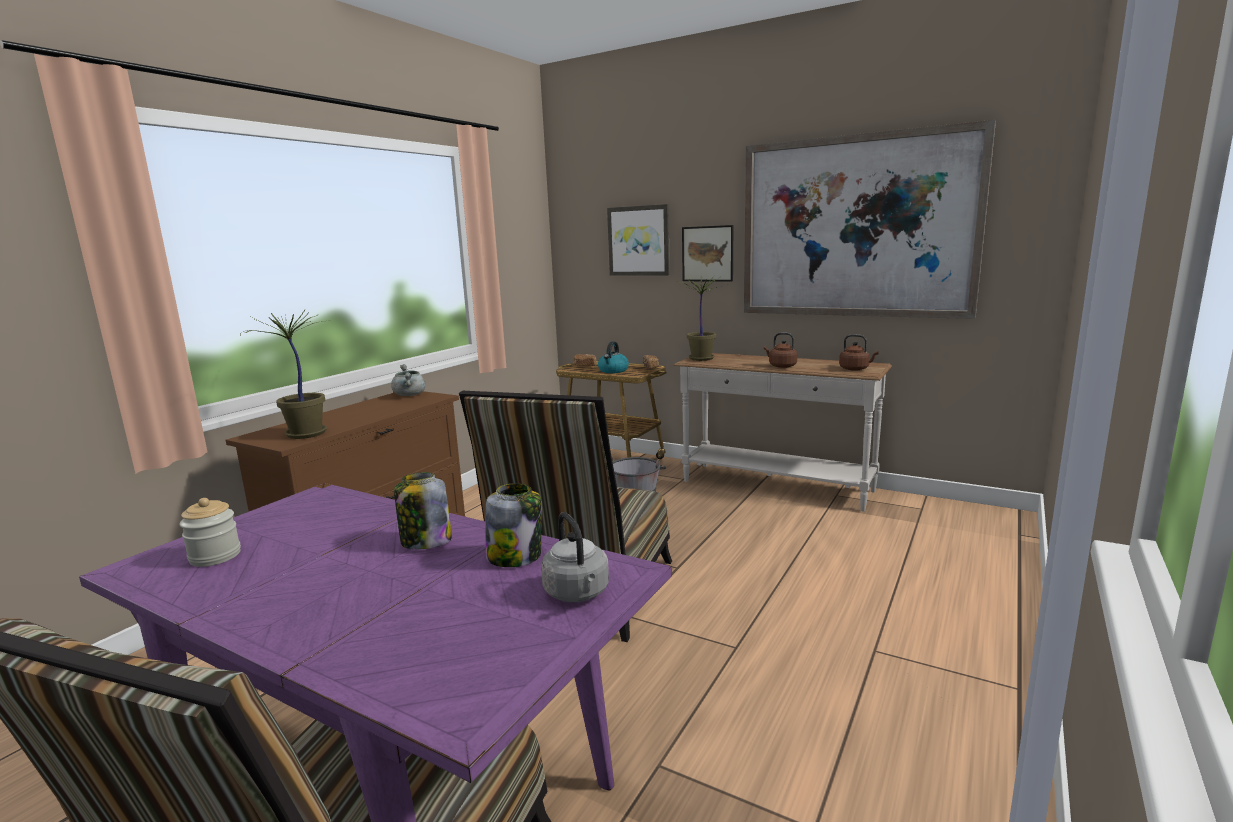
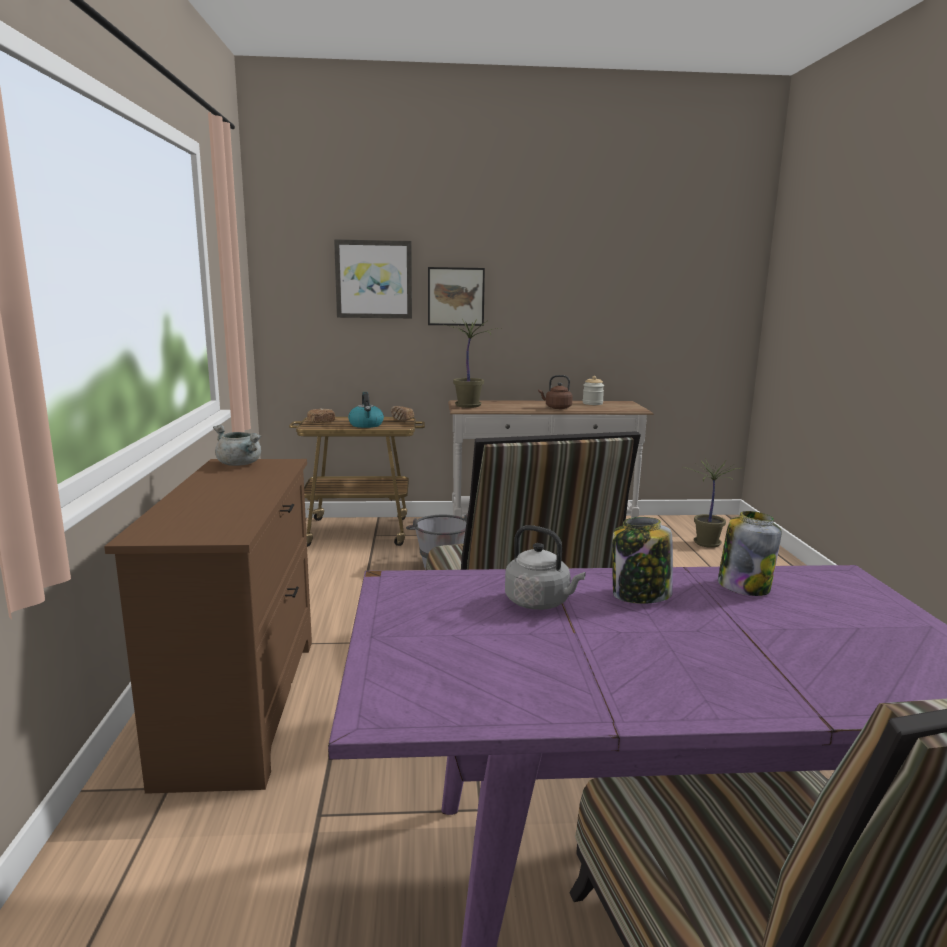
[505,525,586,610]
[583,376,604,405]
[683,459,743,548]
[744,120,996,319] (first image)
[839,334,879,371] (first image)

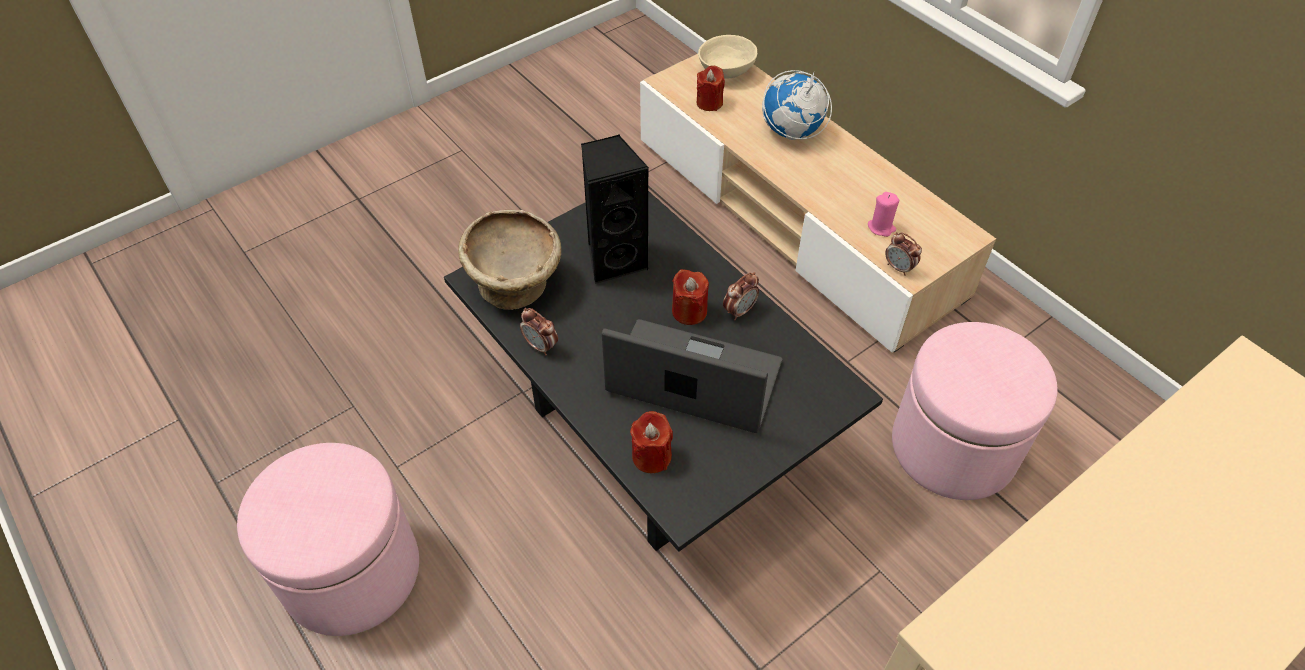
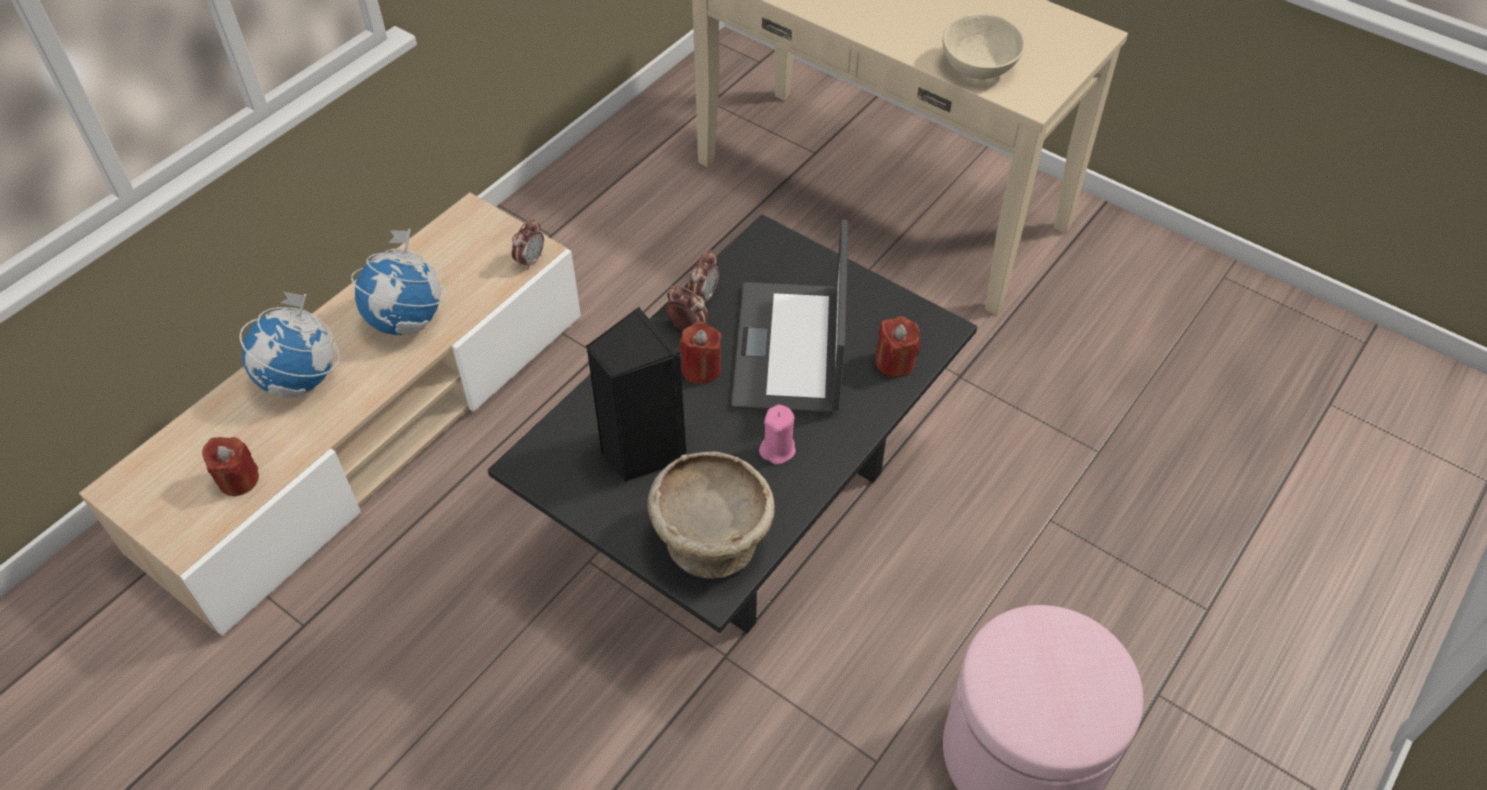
[351,229,446,336]
[688,250,719,302]
[759,404,796,465]
[943,13,1025,79]
[892,322,1058,500] (first image)

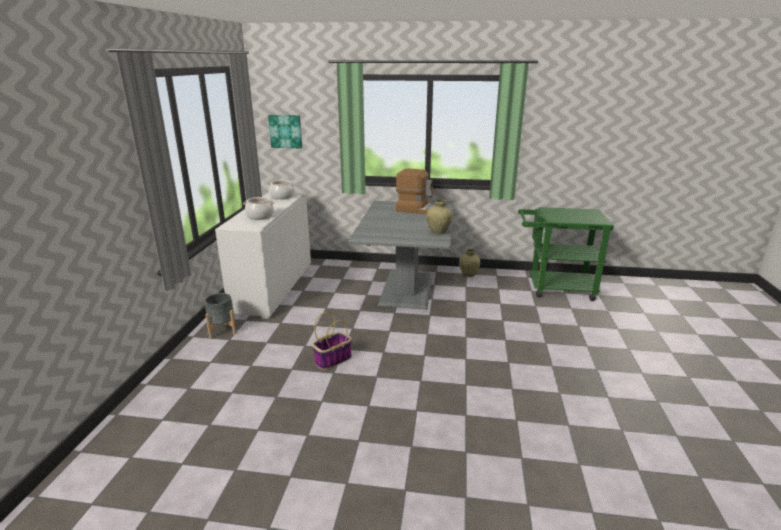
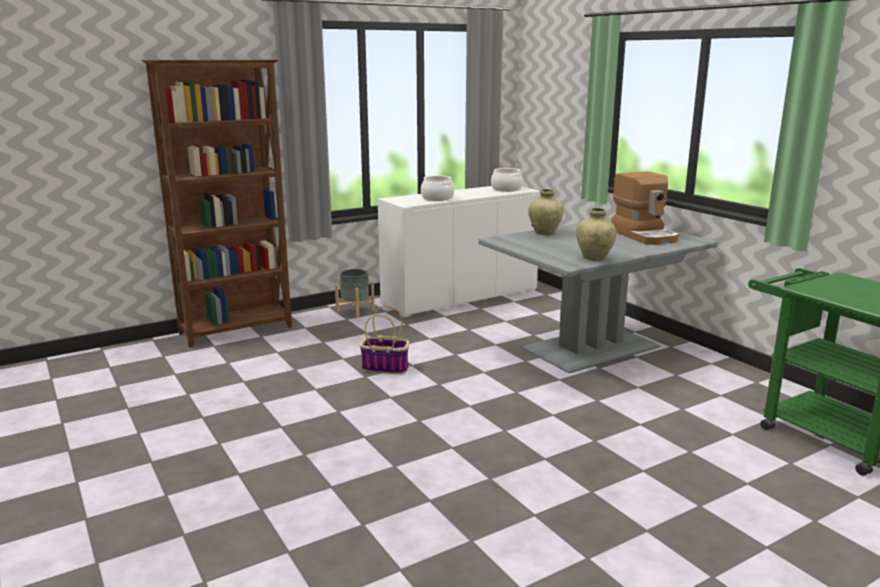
[141,59,292,348]
[528,189,564,235]
[268,115,302,148] (first image)

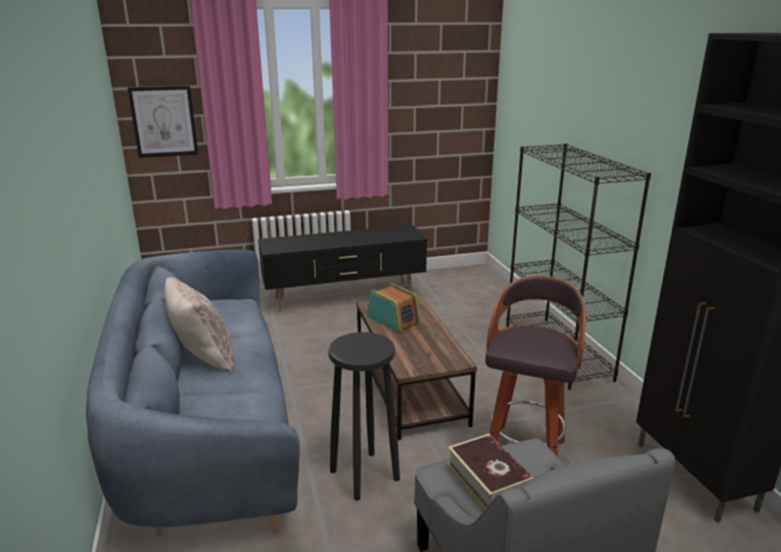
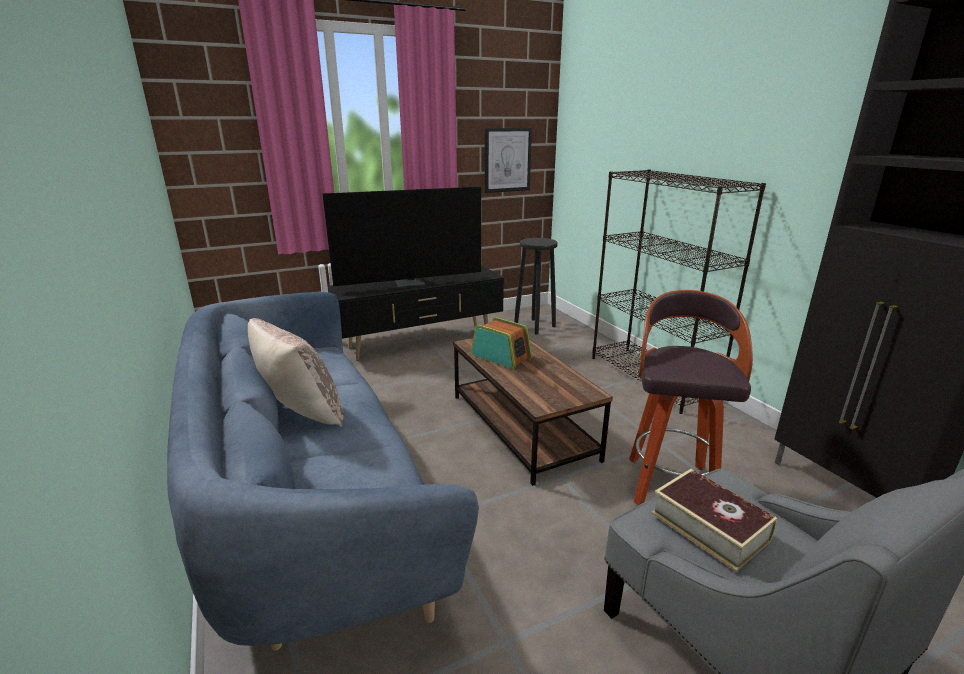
[322,187,481,287]
[485,128,532,193]
[514,238,558,335]

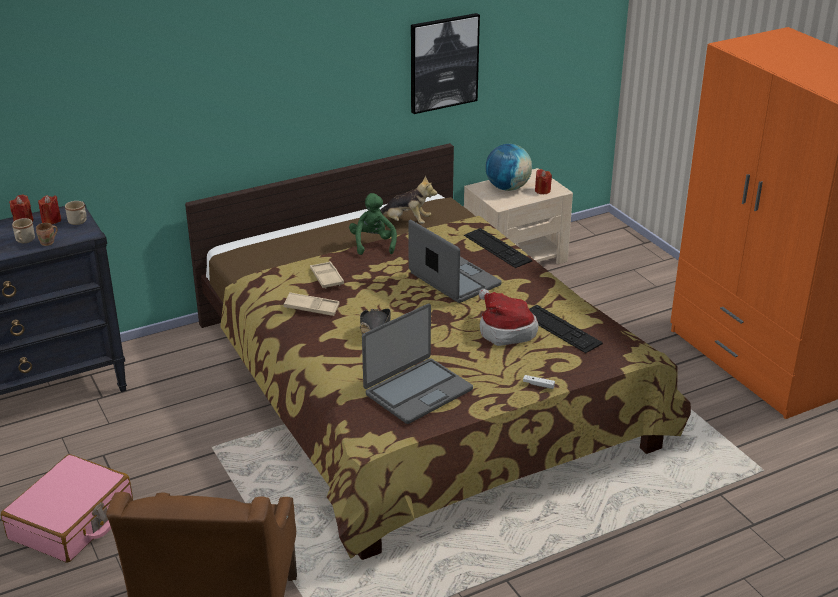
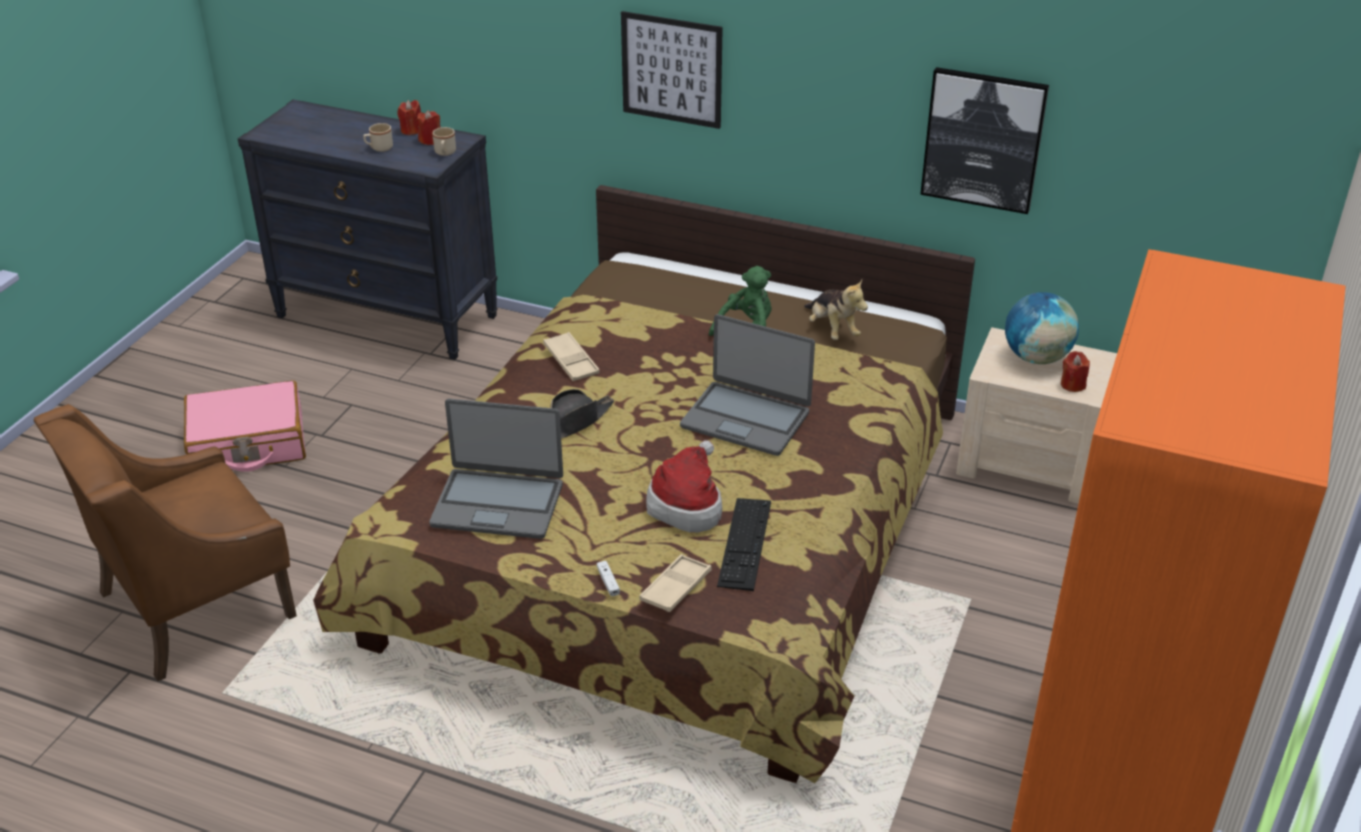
[621,11,723,129]
[639,554,712,612]
[680,314,815,456]
[36,223,58,246] (first image)
[464,228,532,268] (first image)

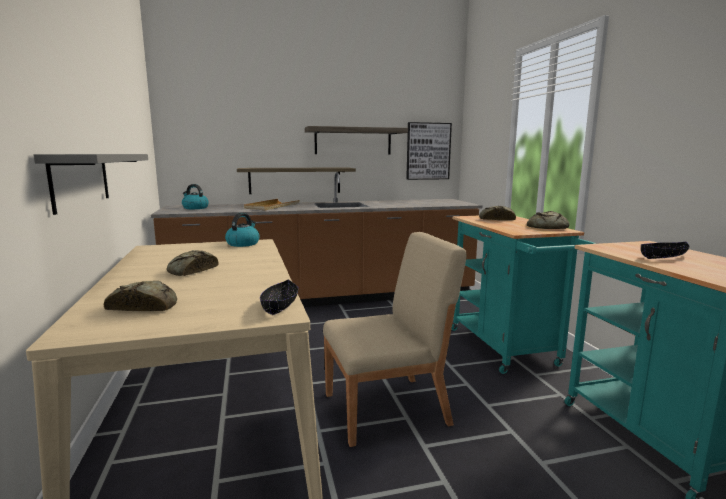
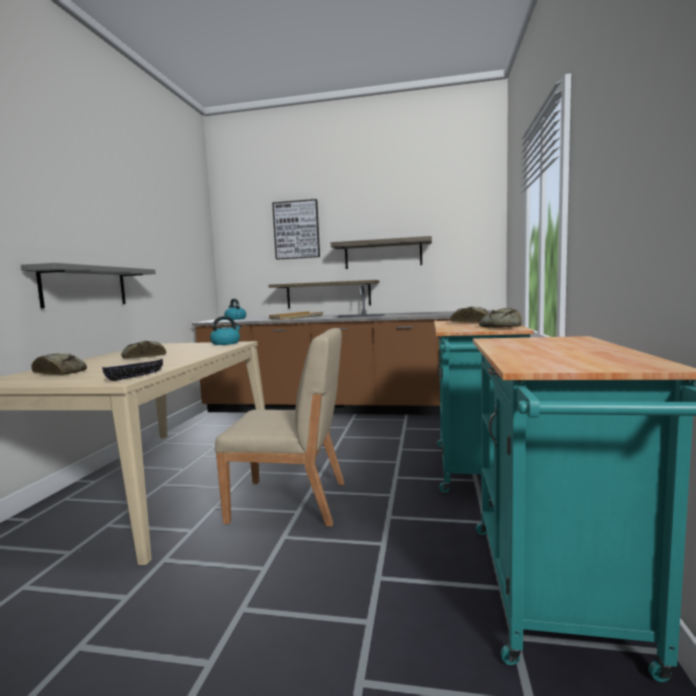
[272,199,320,260]
[641,241,690,259] (first image)

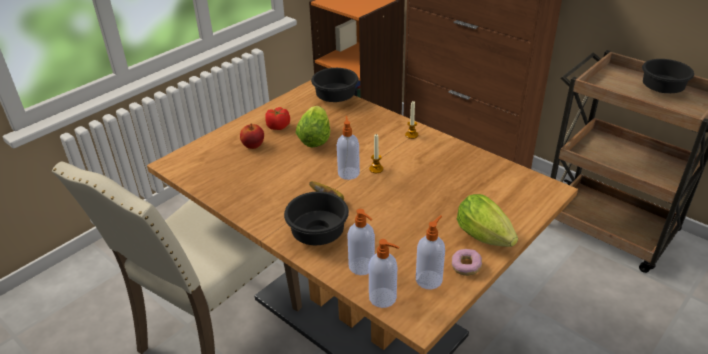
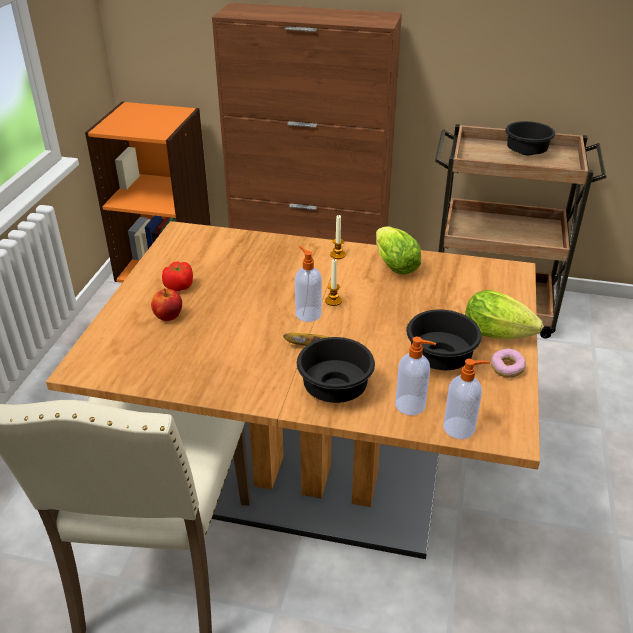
[376,227,421,275]
[406,309,482,370]
[416,215,445,289] (first image)

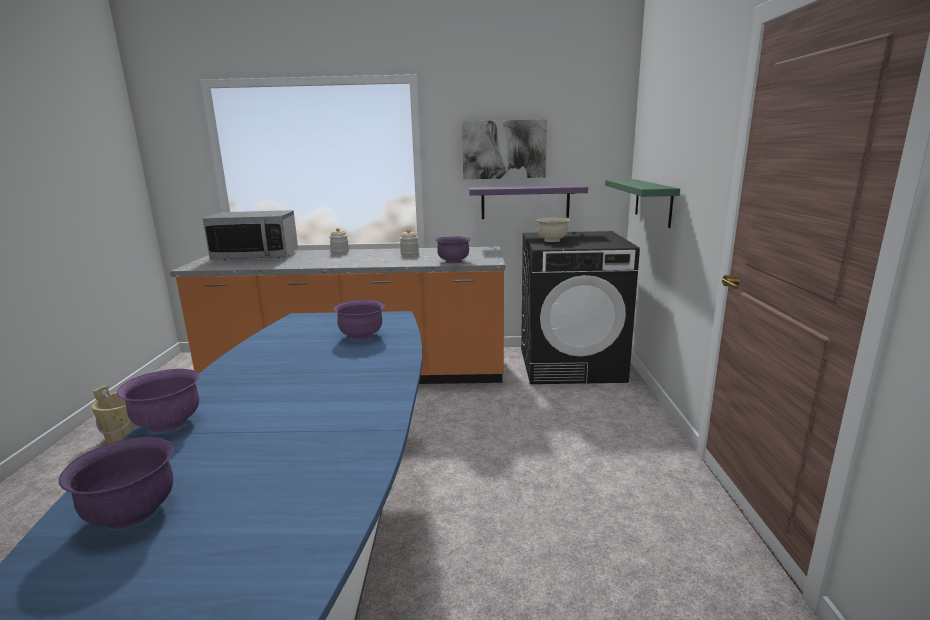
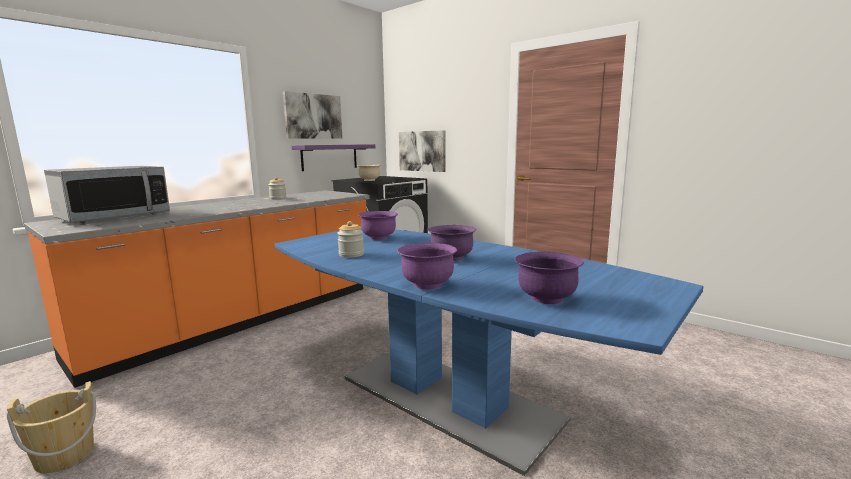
[337,221,364,258]
[399,130,445,172]
[428,225,476,261]

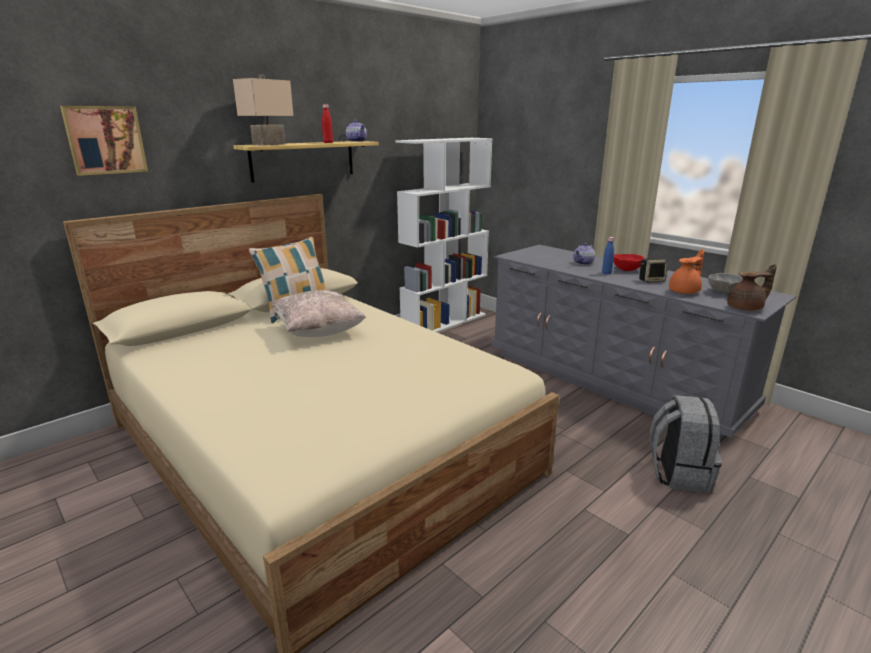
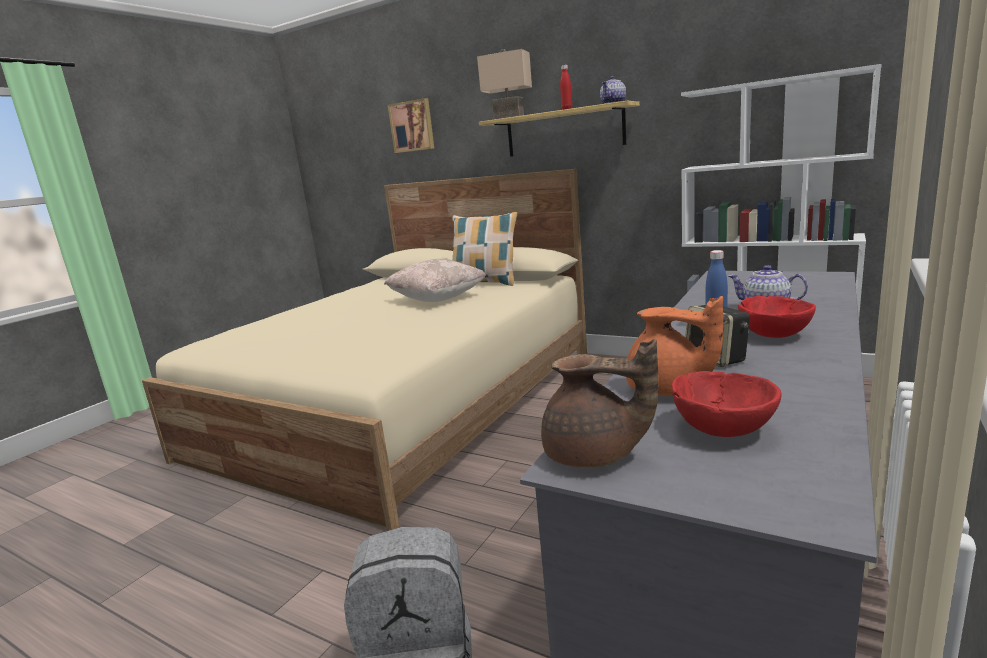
[541,339,658,468]
[672,371,782,437]

